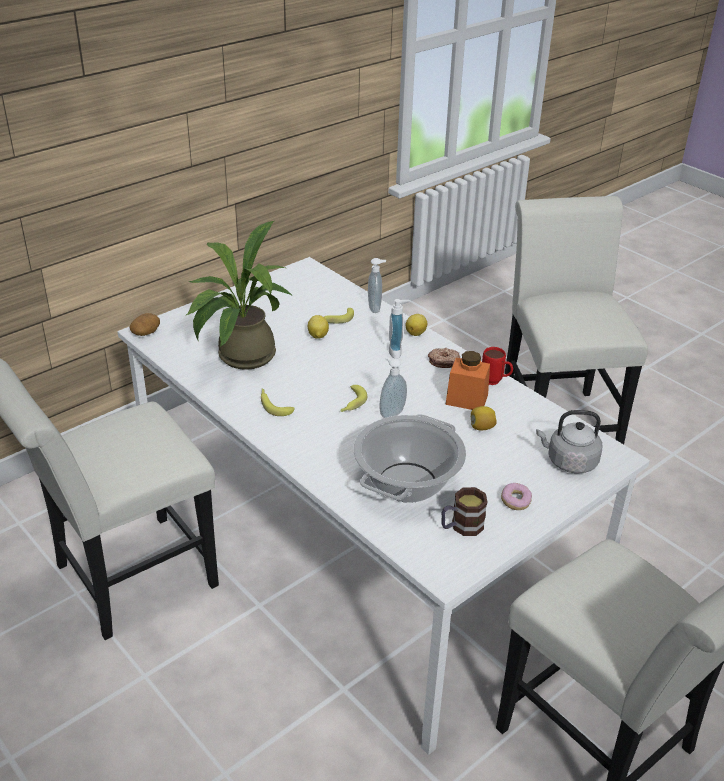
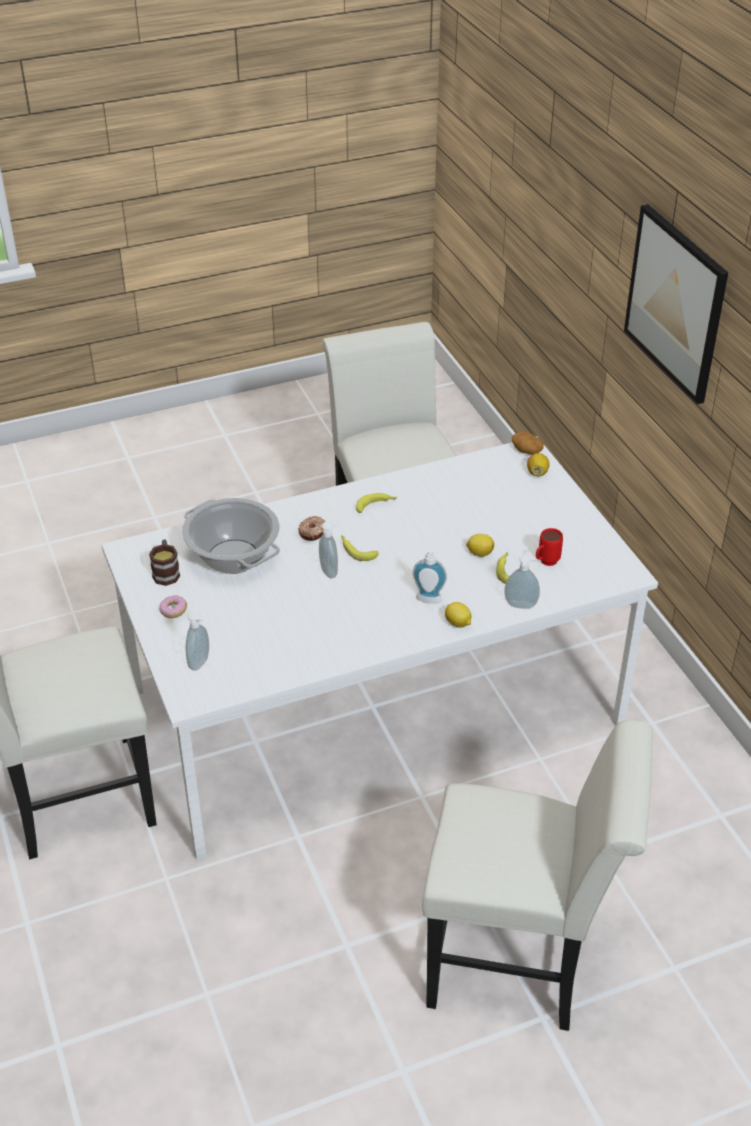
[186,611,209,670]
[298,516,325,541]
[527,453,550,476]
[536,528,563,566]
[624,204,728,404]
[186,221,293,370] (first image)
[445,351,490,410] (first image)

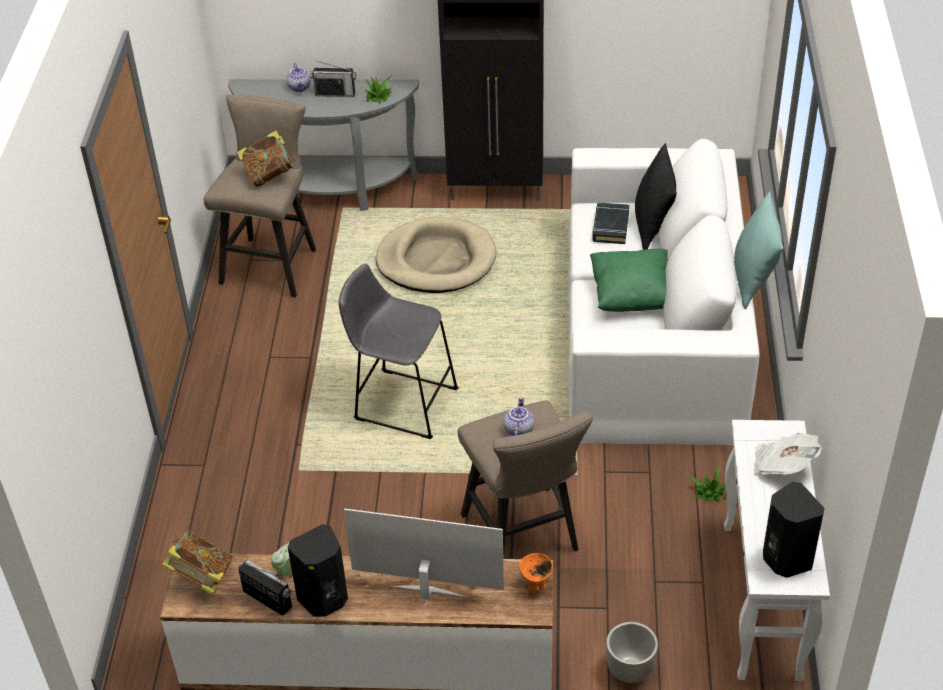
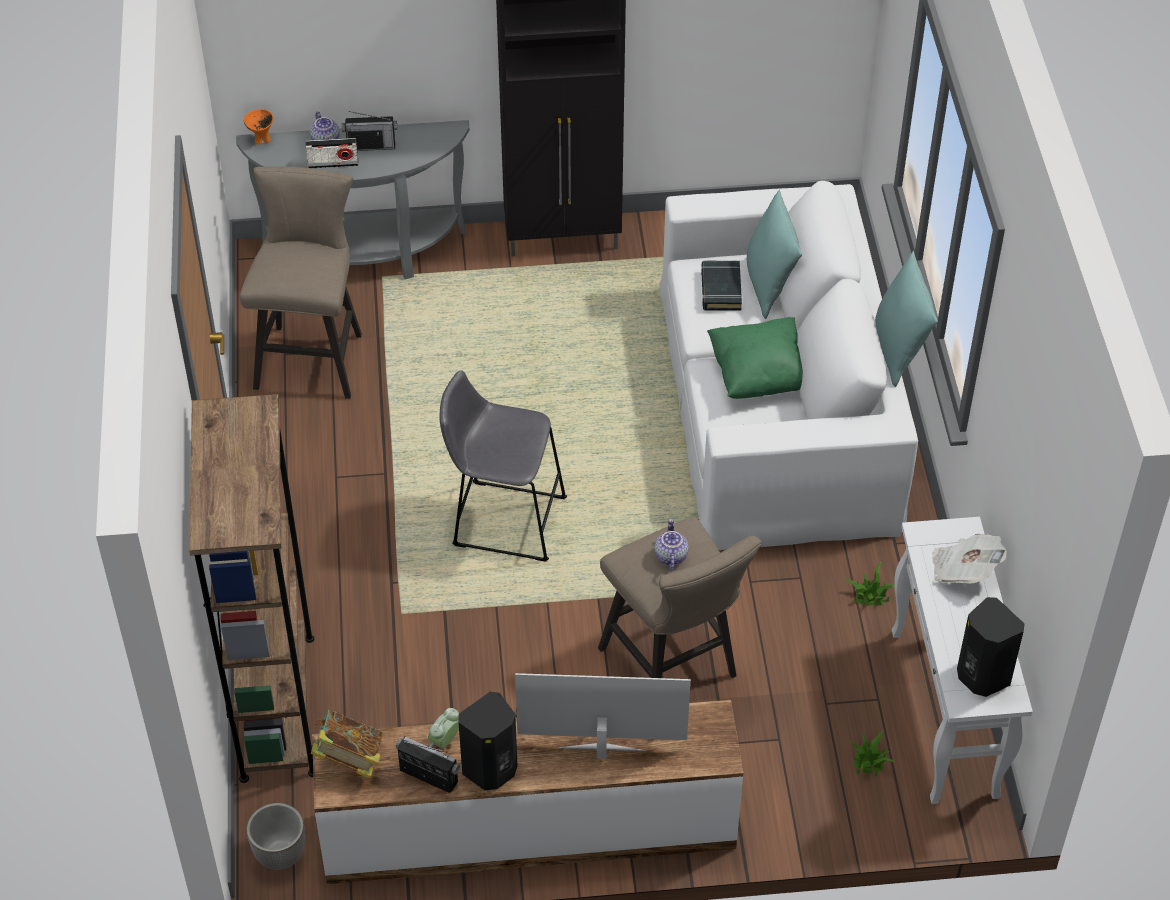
[189,394,314,783]
[244,109,274,145]
[247,803,305,870]
[305,138,358,168]
[747,189,802,319]
[851,729,895,777]
[237,131,296,187] (first image)
[376,217,496,293] (first image)

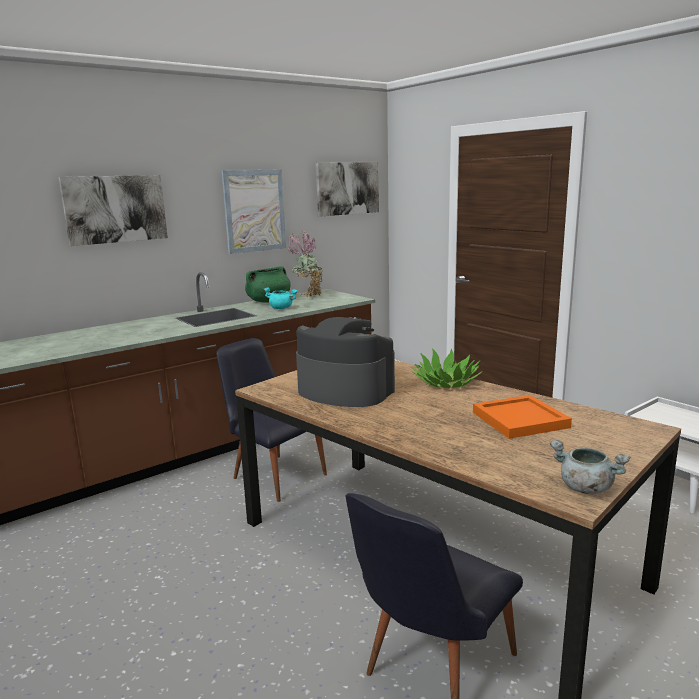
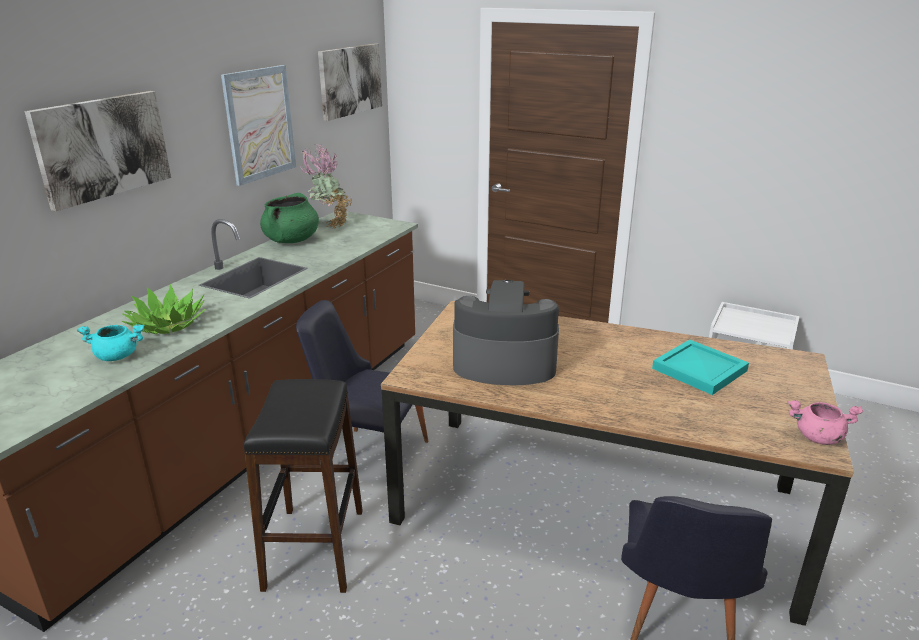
[77,324,144,361]
[121,284,205,334]
[244,379,363,593]
[652,340,749,395]
[788,400,863,445]

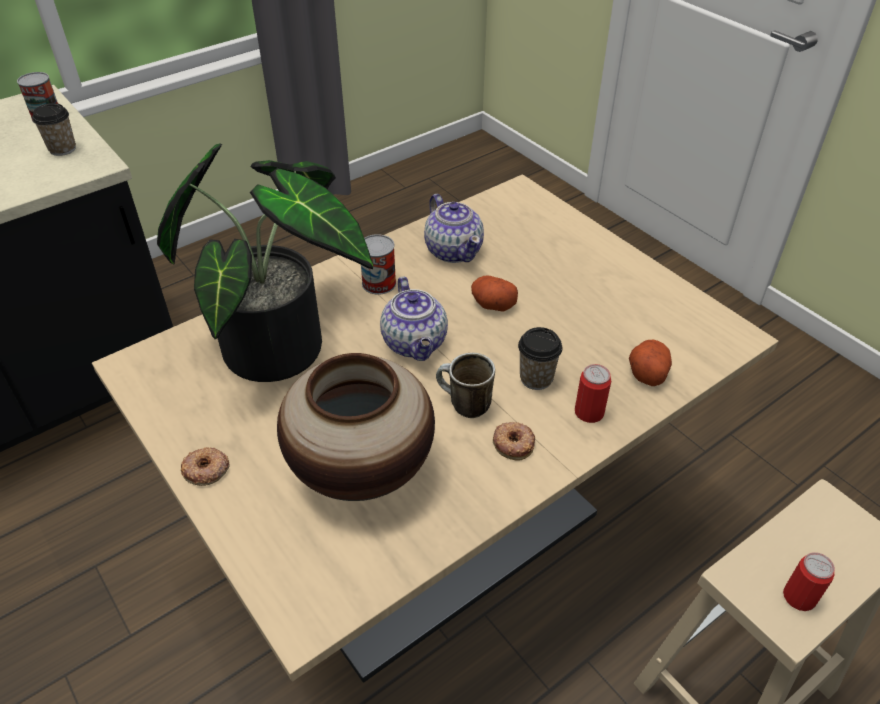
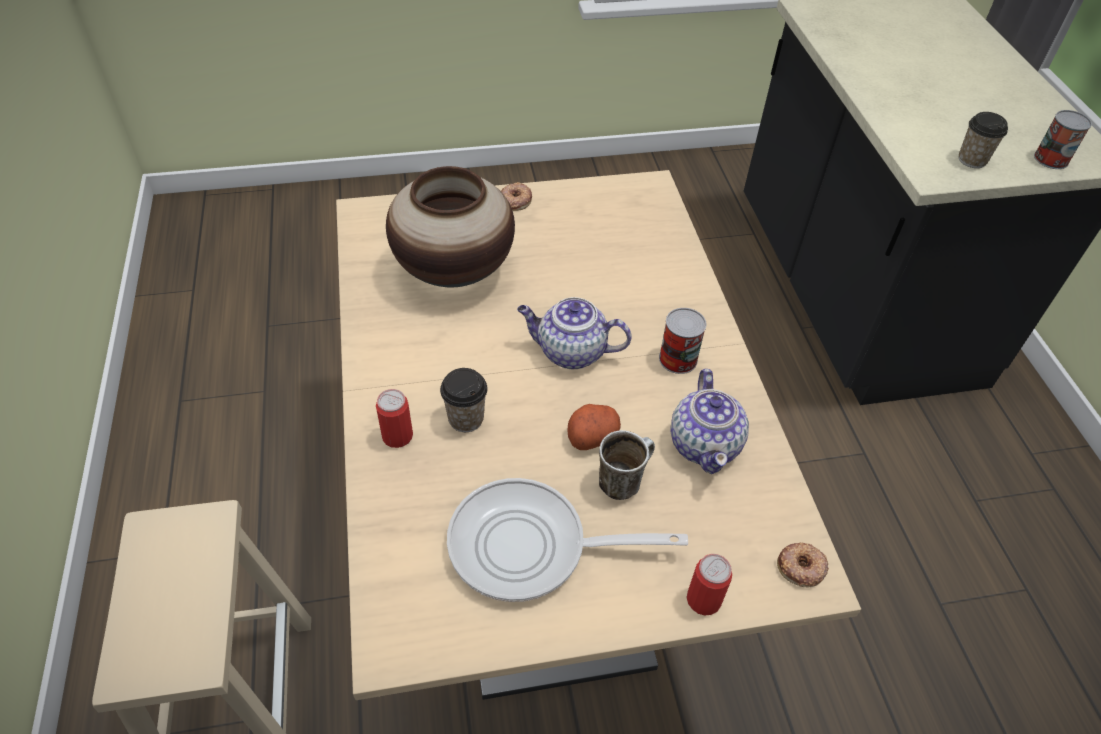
[447,478,688,602]
[599,430,655,500]
[670,369,749,474]
[686,554,732,616]
[777,542,829,587]
[157,143,373,382] (first image)
[629,340,672,386] (first image)

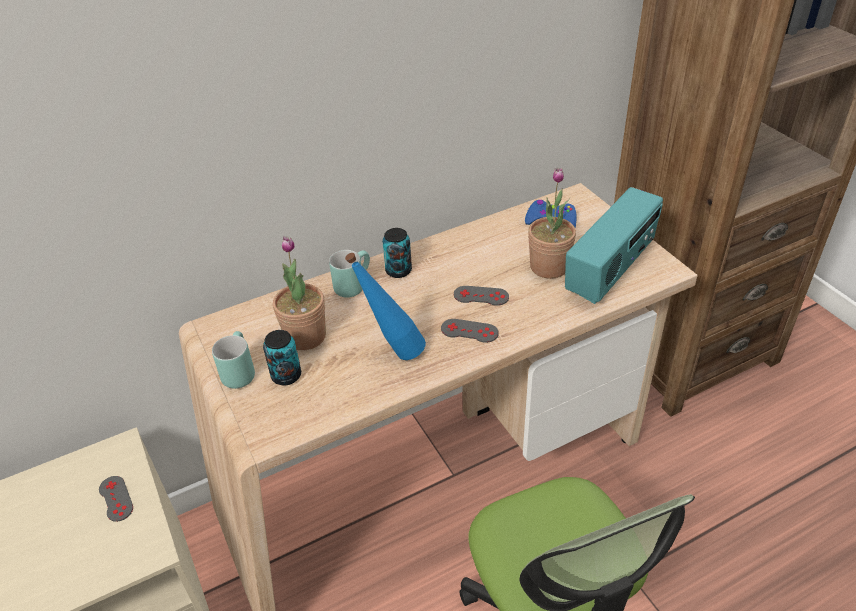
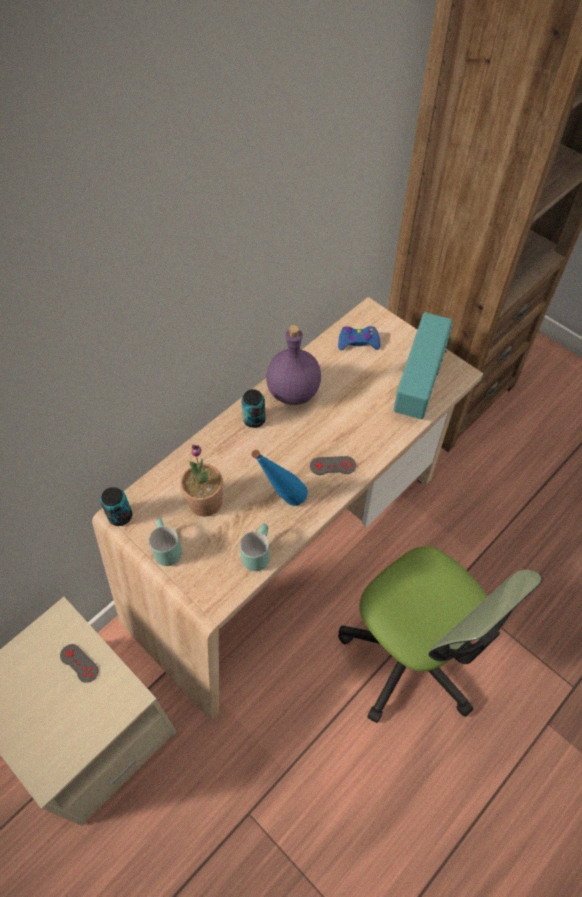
[101,487,132,526]
[240,524,270,571]
[266,325,321,405]
[454,286,509,306] (first image)
[528,168,576,279] (first image)

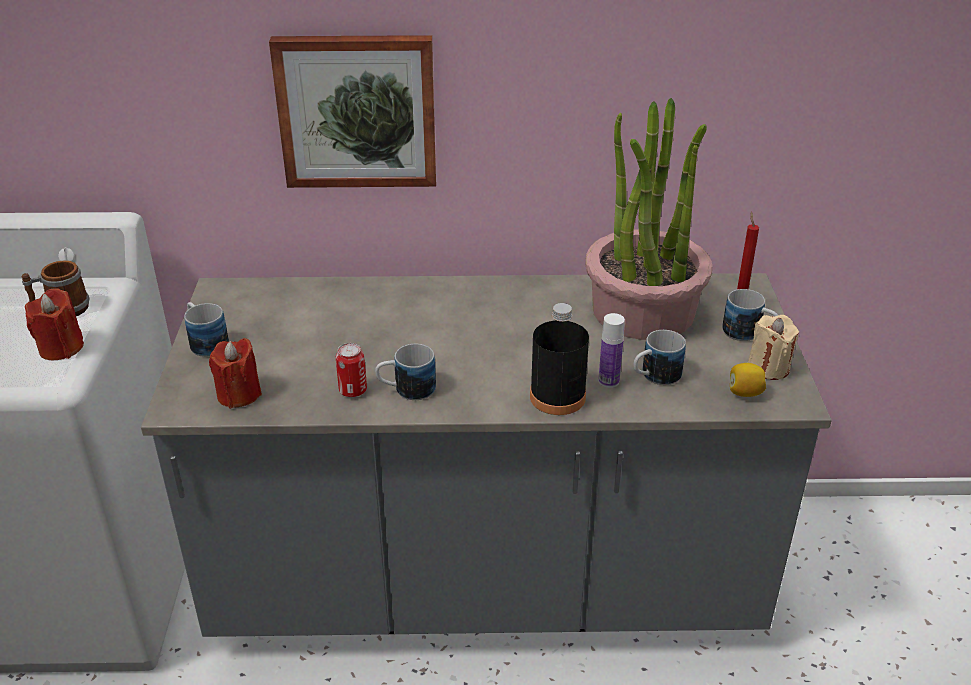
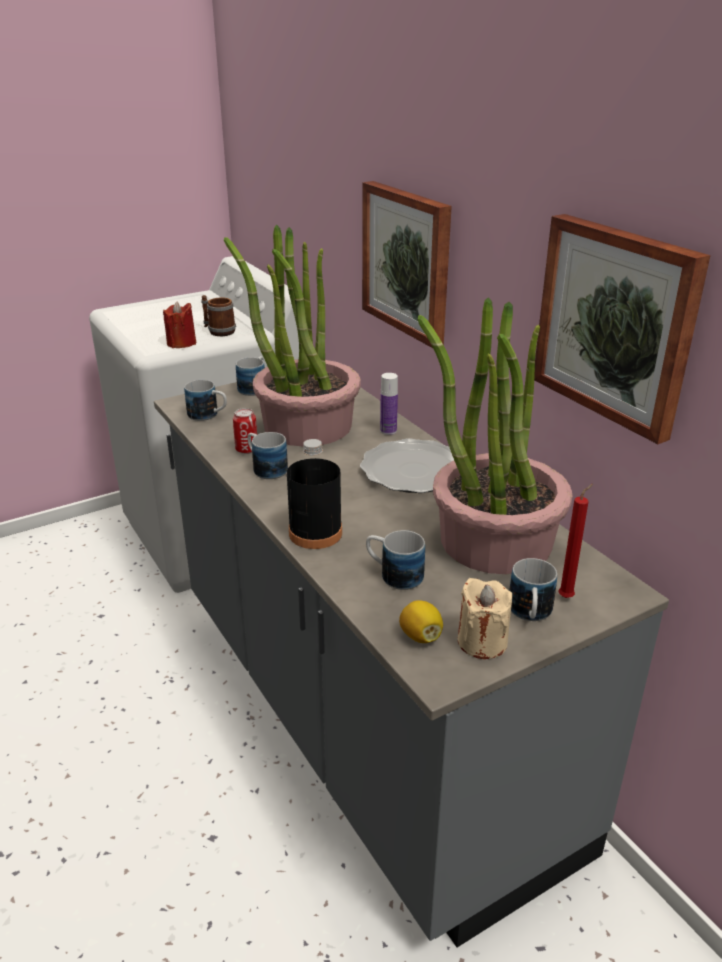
[184,380,227,421]
[224,225,361,447]
[360,438,454,493]
[380,373,398,435]
[534,214,711,444]

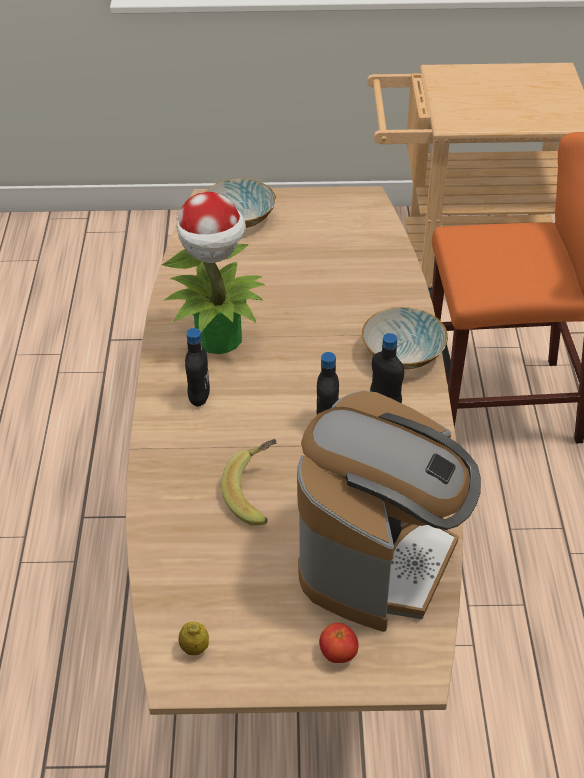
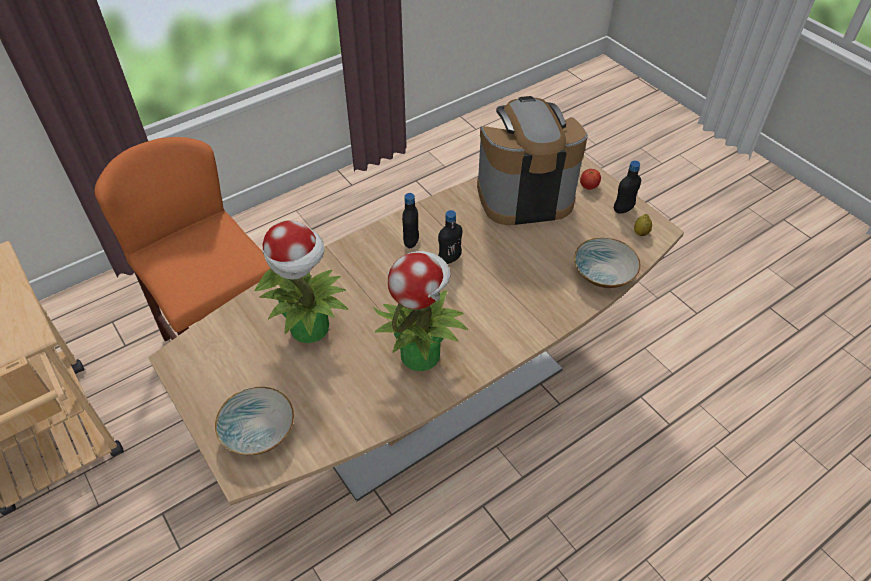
[254,220,348,343]
[574,237,641,288]
[614,161,641,214]
[221,439,277,526] (first image)

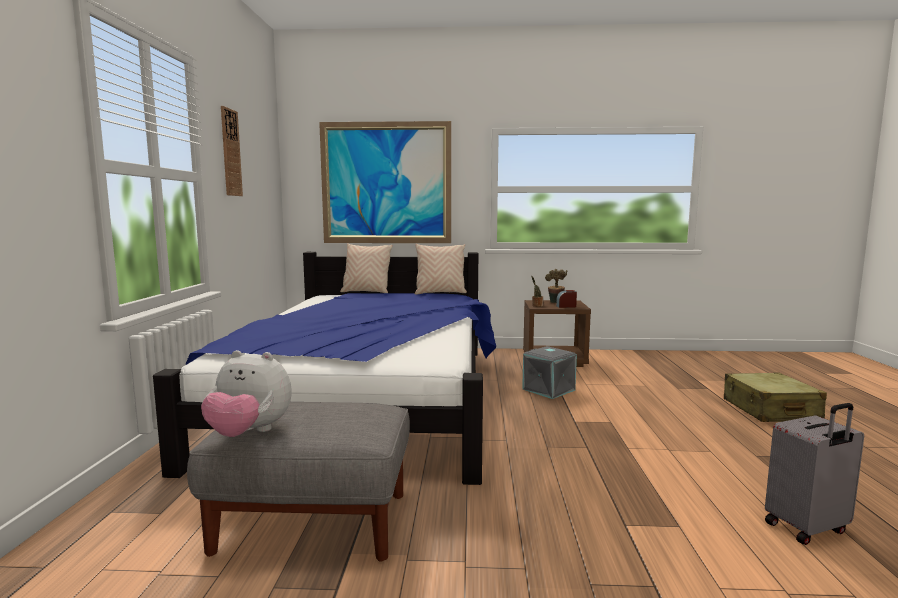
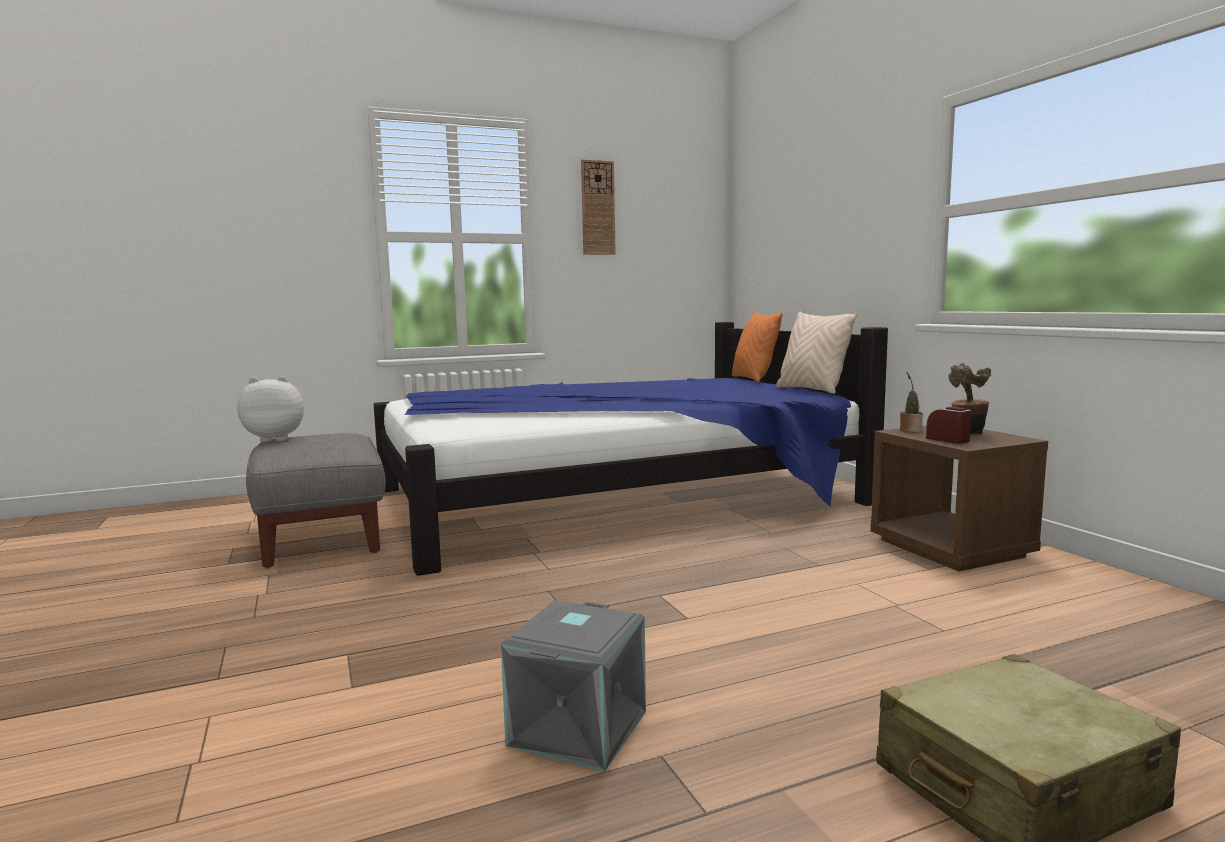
[237,376,304,442]
[501,600,646,772]
[732,311,782,382]
[319,121,451,243] (first image)
[765,403,864,545] (first image)

